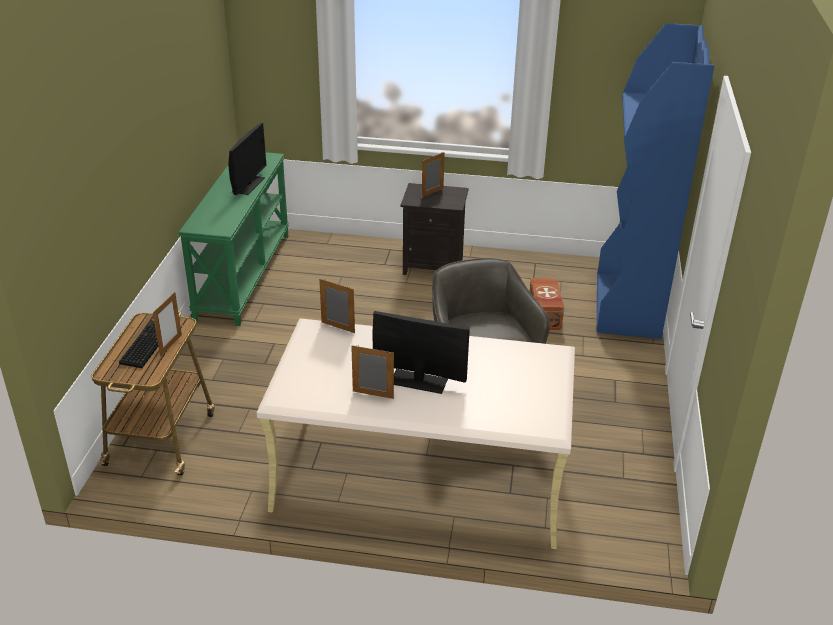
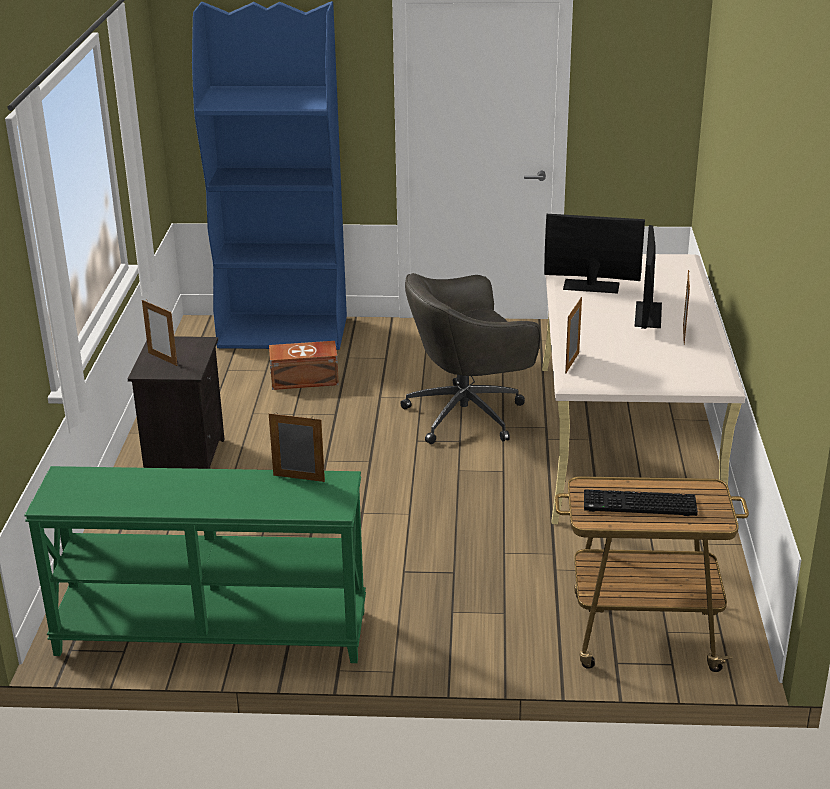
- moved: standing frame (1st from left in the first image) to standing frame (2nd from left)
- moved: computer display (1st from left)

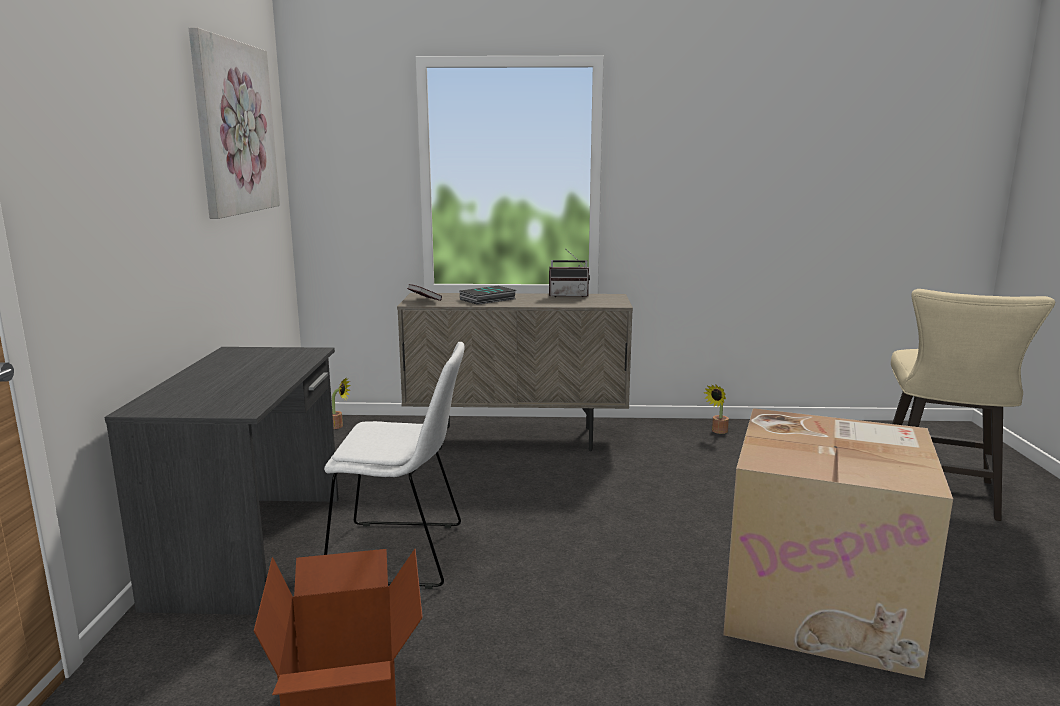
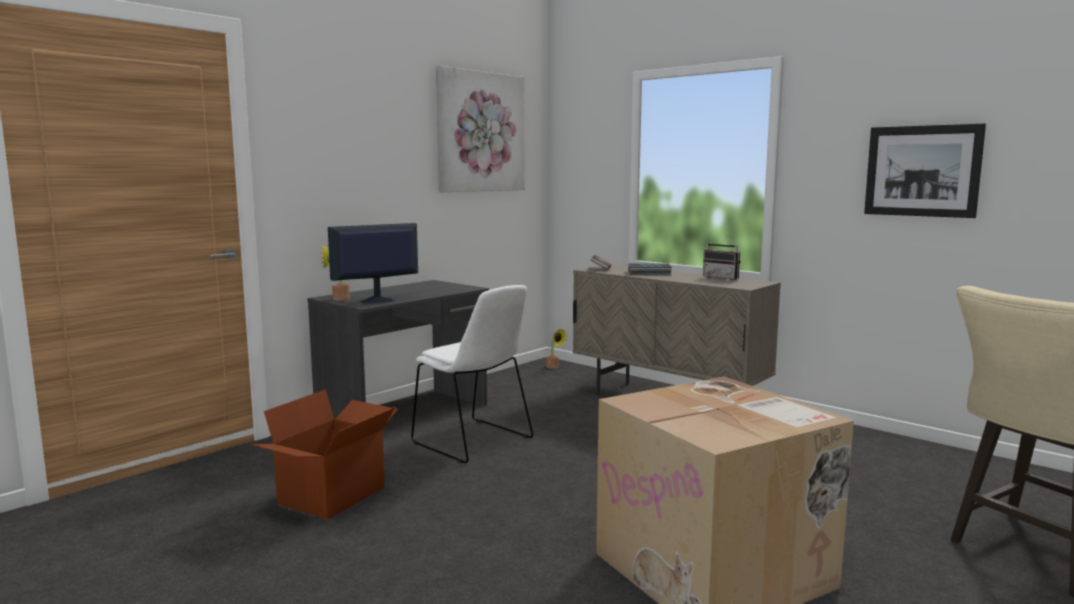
- added: computer display
- added: picture (2nd from left)
- moved: houseplant (2nd from left in the first image) to houseplant (1st from left)

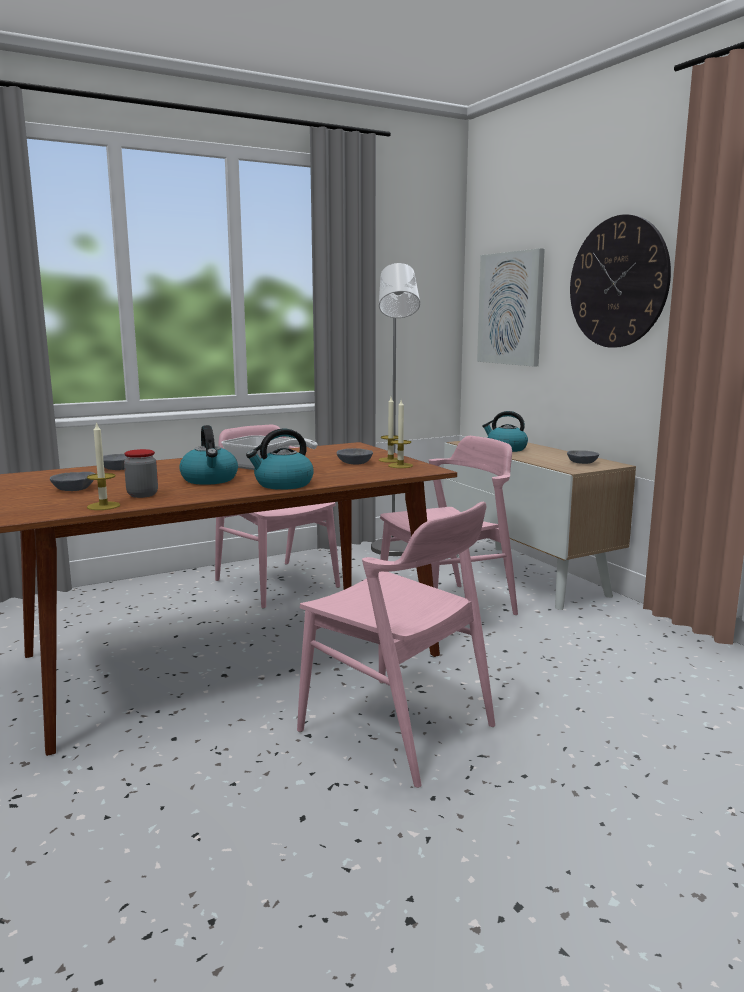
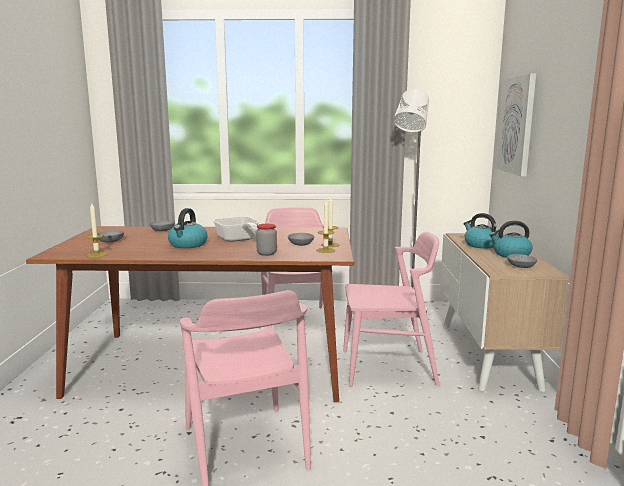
- removed: hanging clock
- moved: preserve jar
- moved: water kettle (2nd from left in the first image) to water kettle (3rd from left)

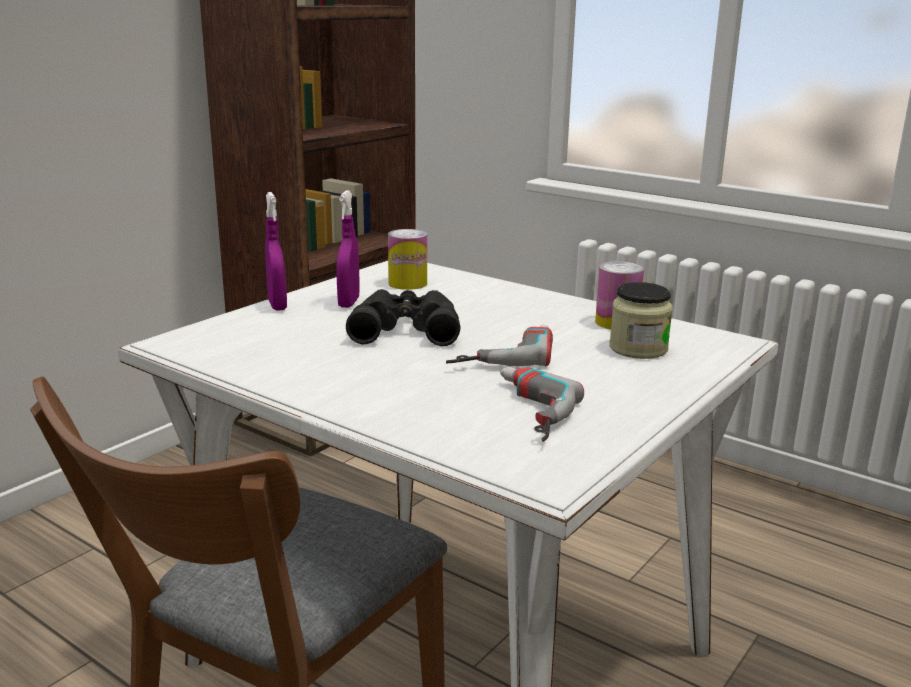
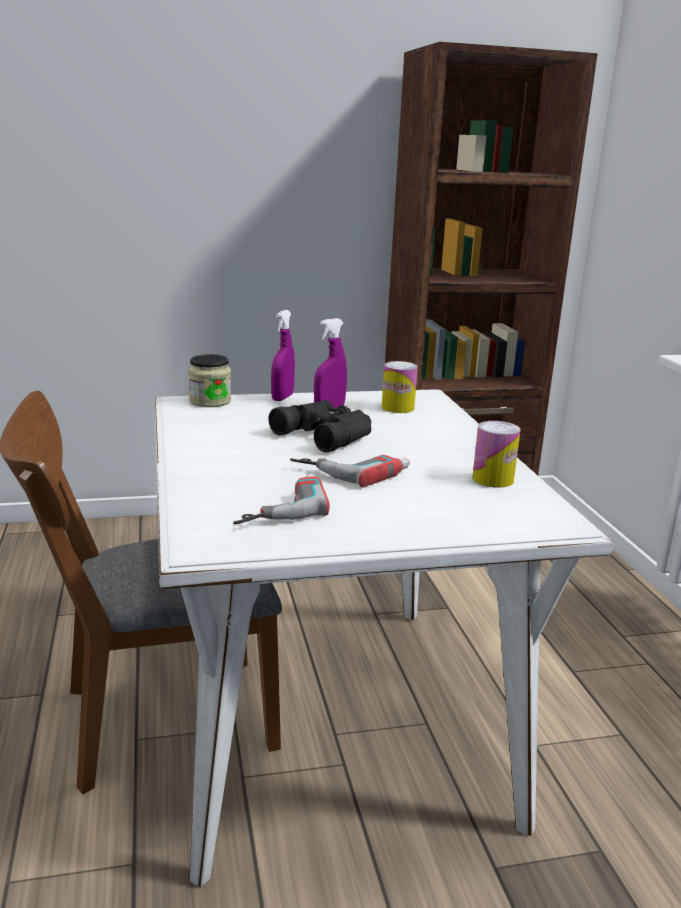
- moved: preserve jar

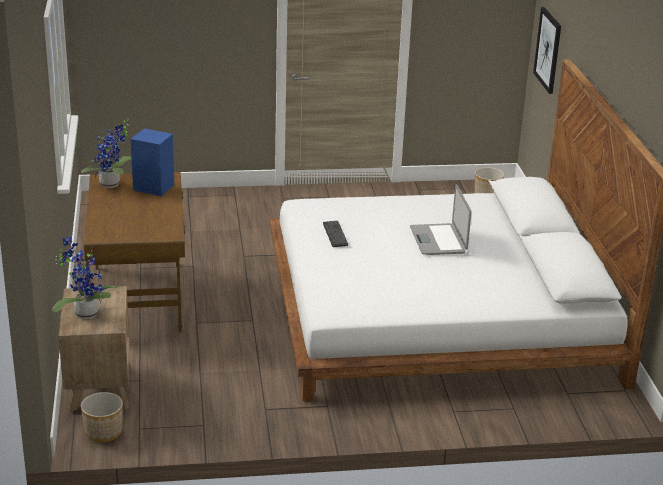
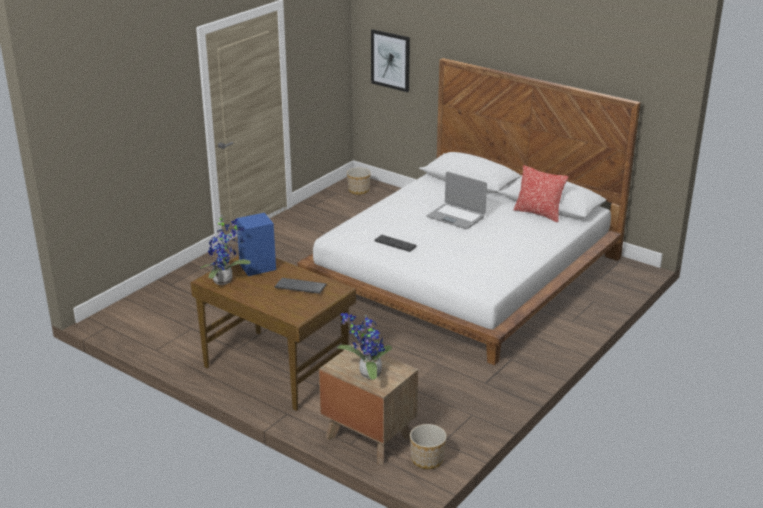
- added: keyboard (1st from left)
- added: cushion

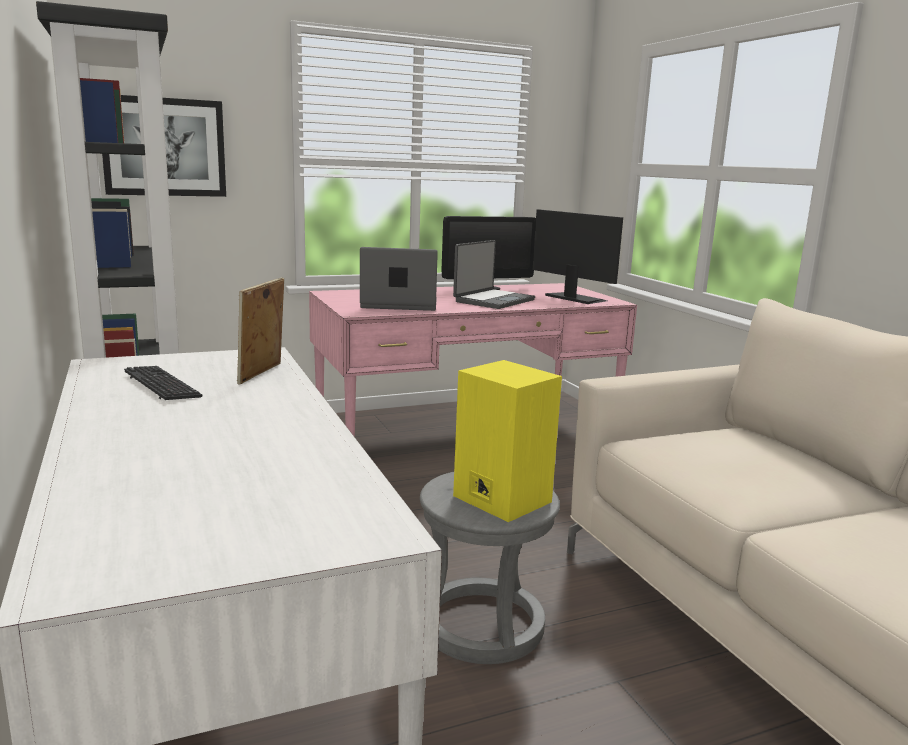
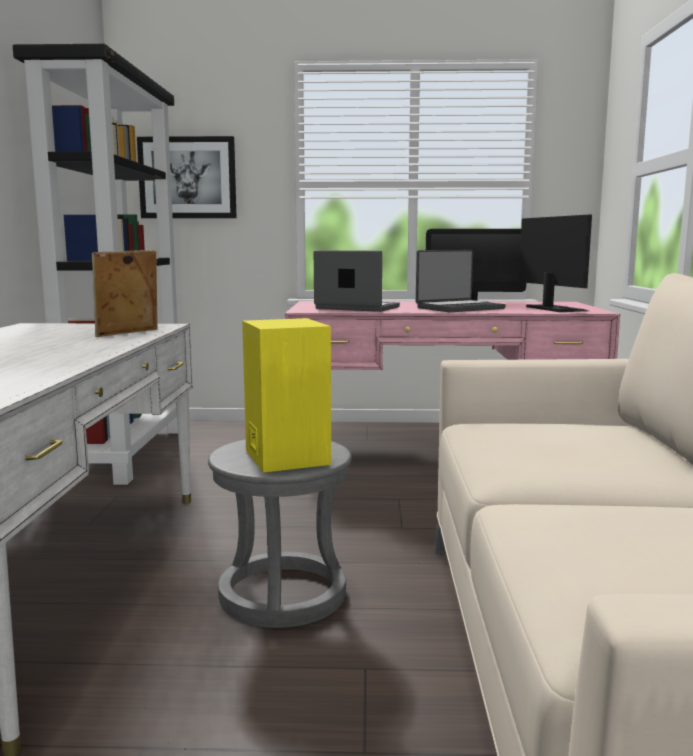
- removed: keyboard

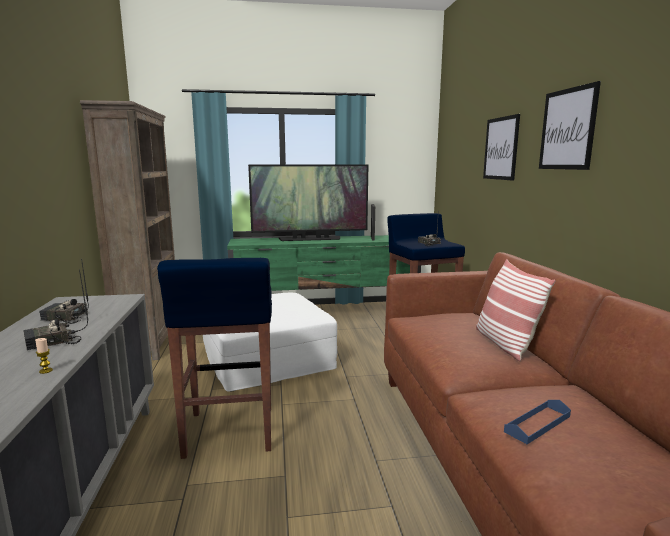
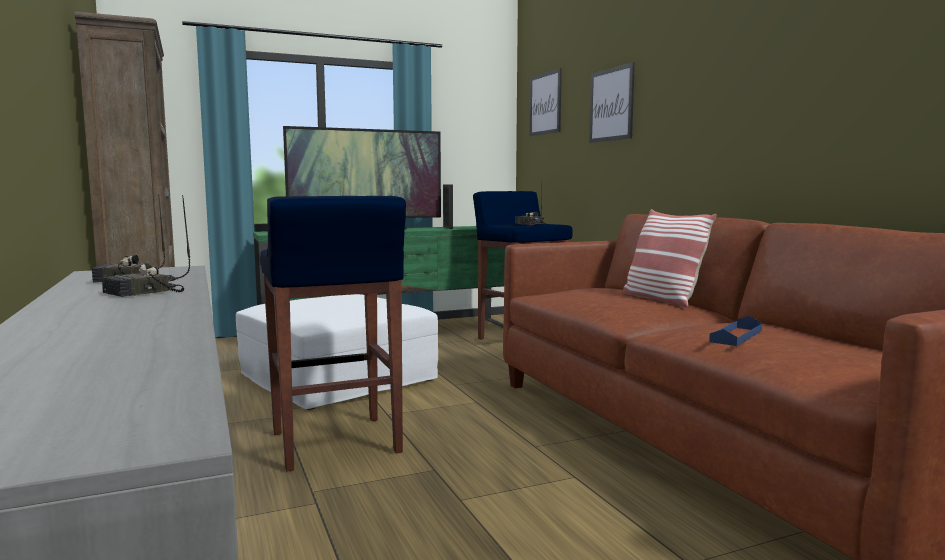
- removed: wax light
- moved: picture (2nd from left in the first image) to picture (1st from left)

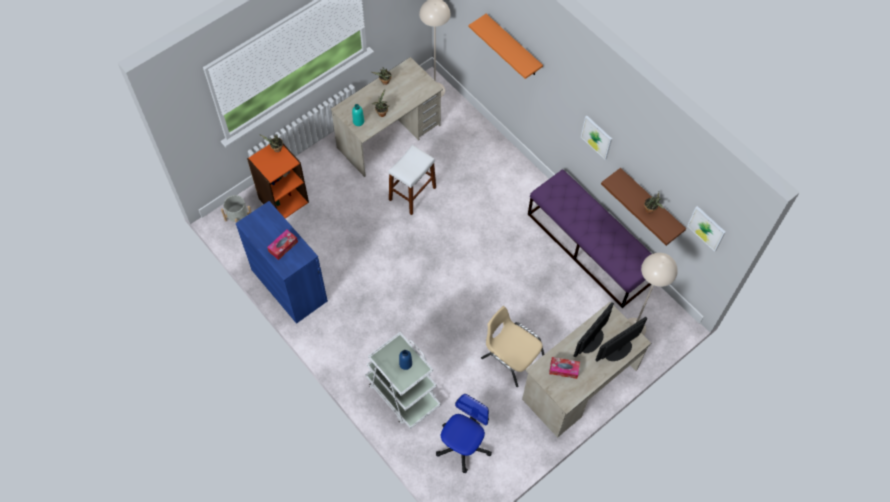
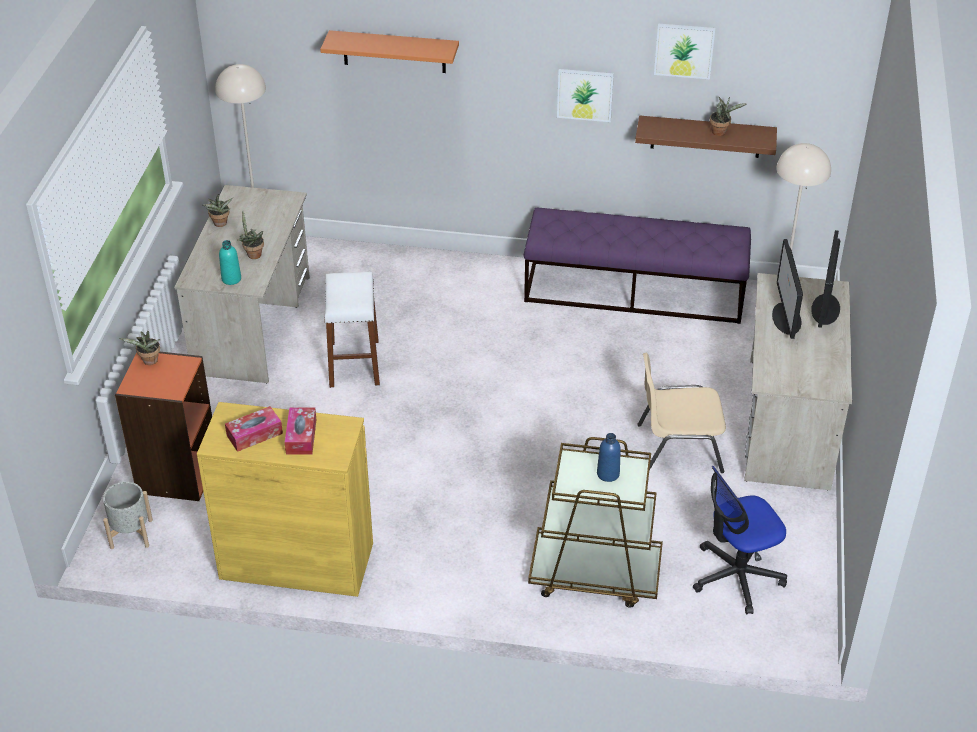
- moved: box of tissues (2nd from left in the first image) to box of tissues (1st from left)
- moved: picture (2nd from left)
- recoloured: bluish storage cabinet to yellow storage cabinet
- recoloured: whitish cart to brown-coloured cart
- turned: office chair 105 degrees counterclockwise

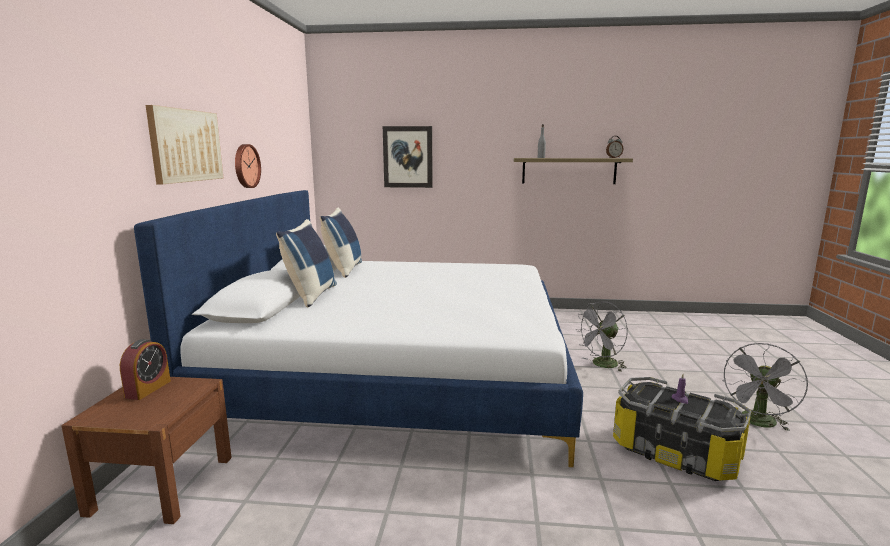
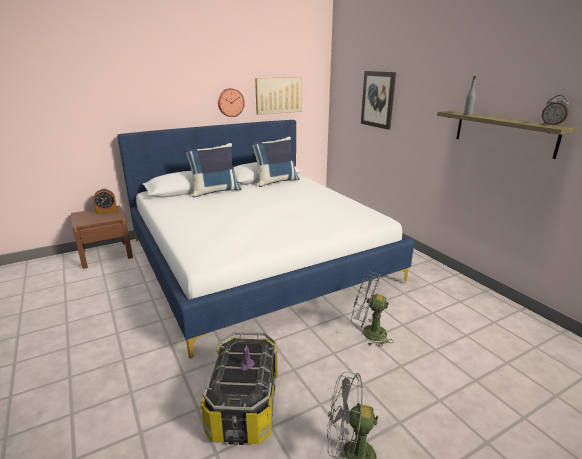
- moved: picture (1st from left)

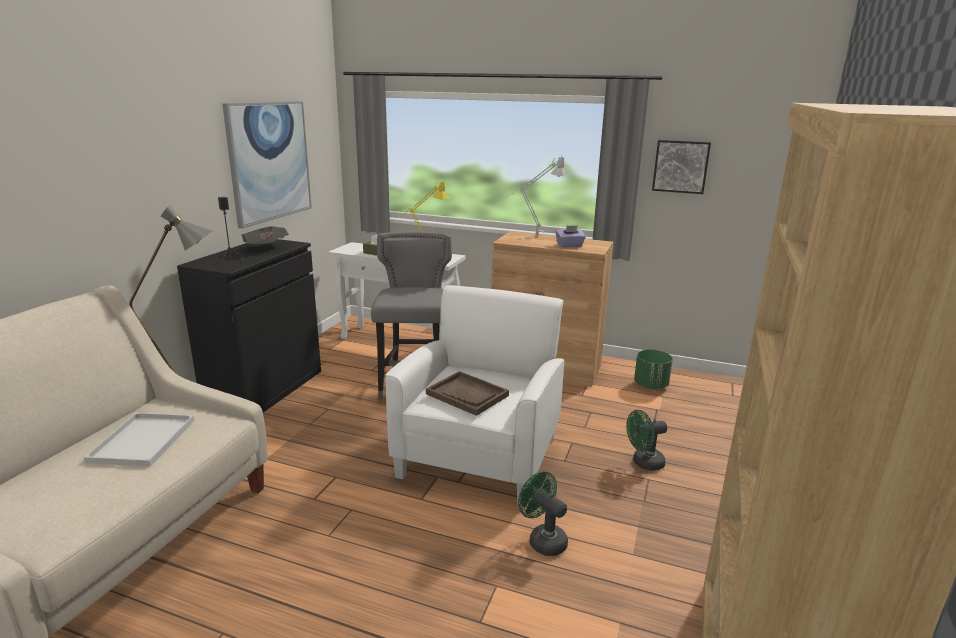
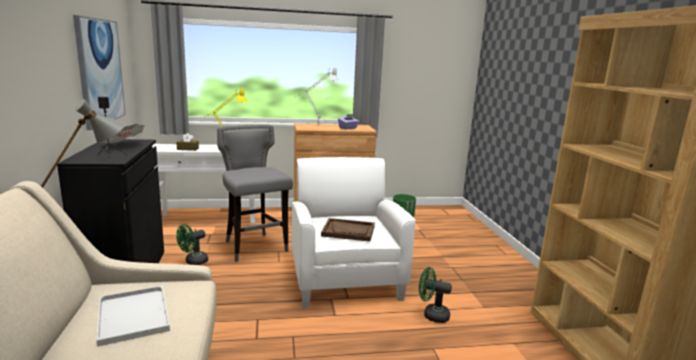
- removed: picture (2nd from left)
- moved: green cooling fan (2nd from left in the first image) to green cooling fan (1st from left)

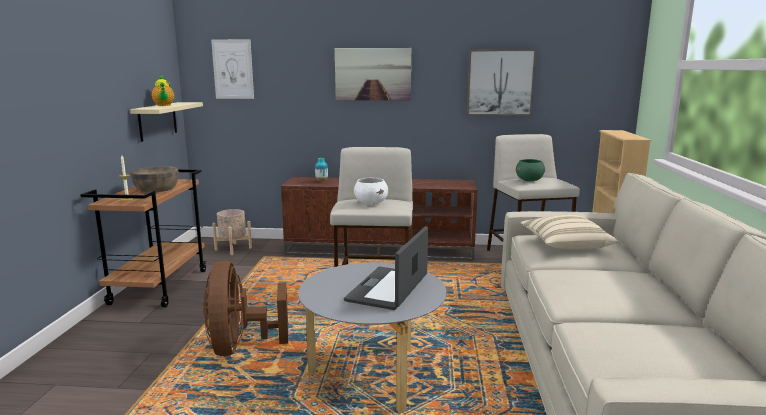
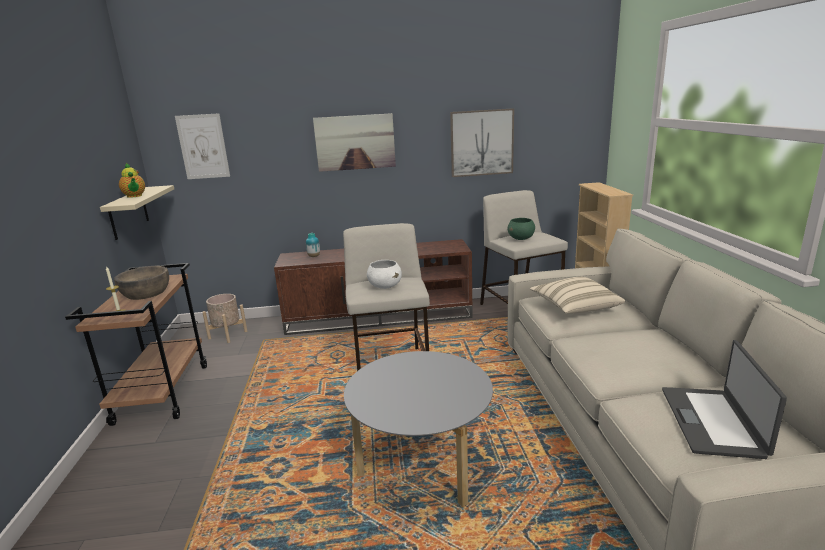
- removed: brown-coloured cooling fan
- moved: notebook computer

